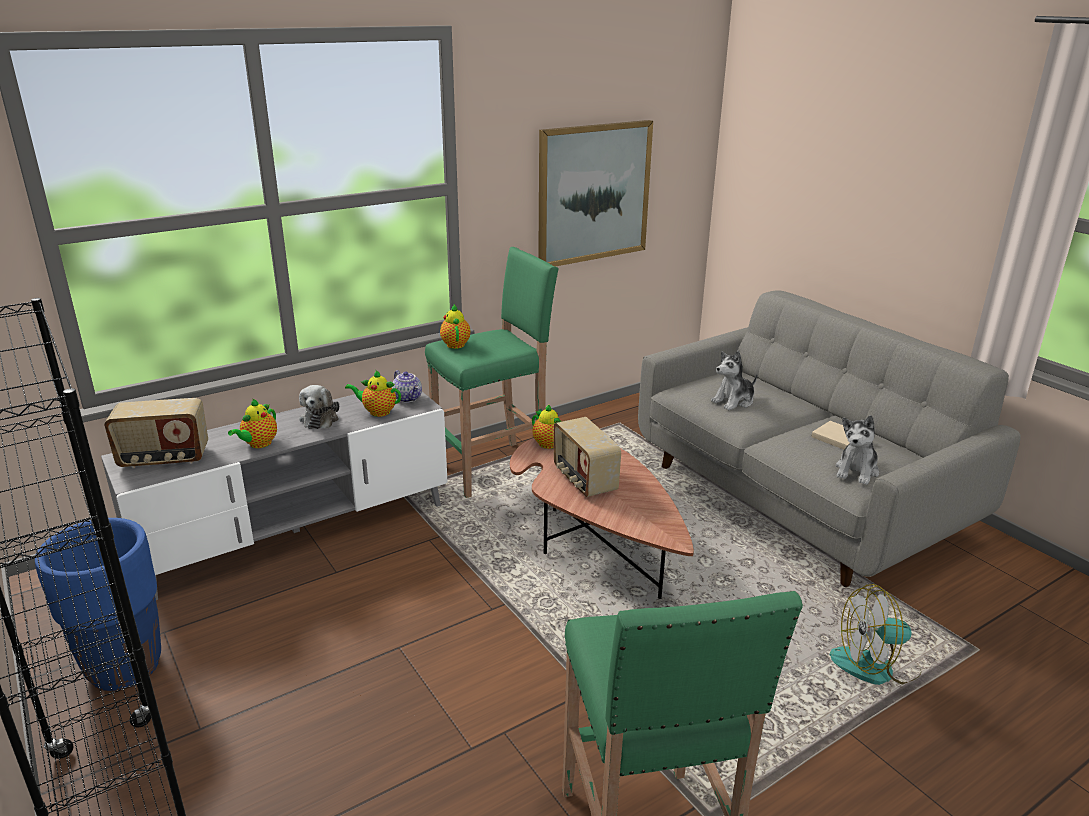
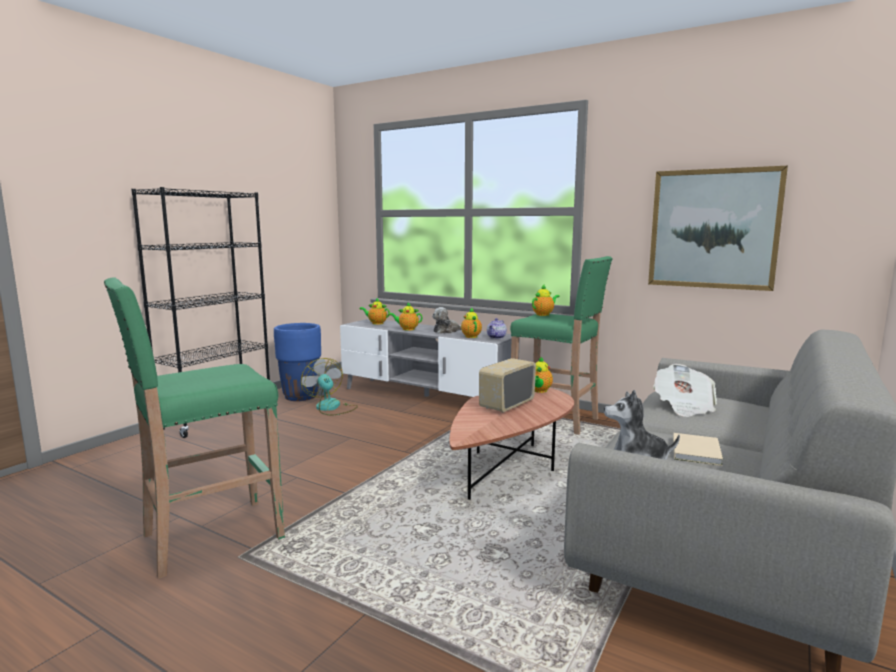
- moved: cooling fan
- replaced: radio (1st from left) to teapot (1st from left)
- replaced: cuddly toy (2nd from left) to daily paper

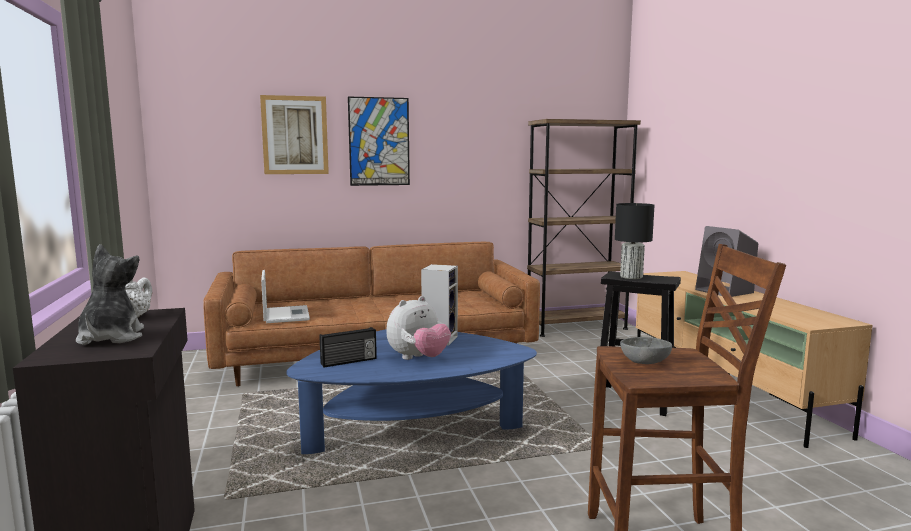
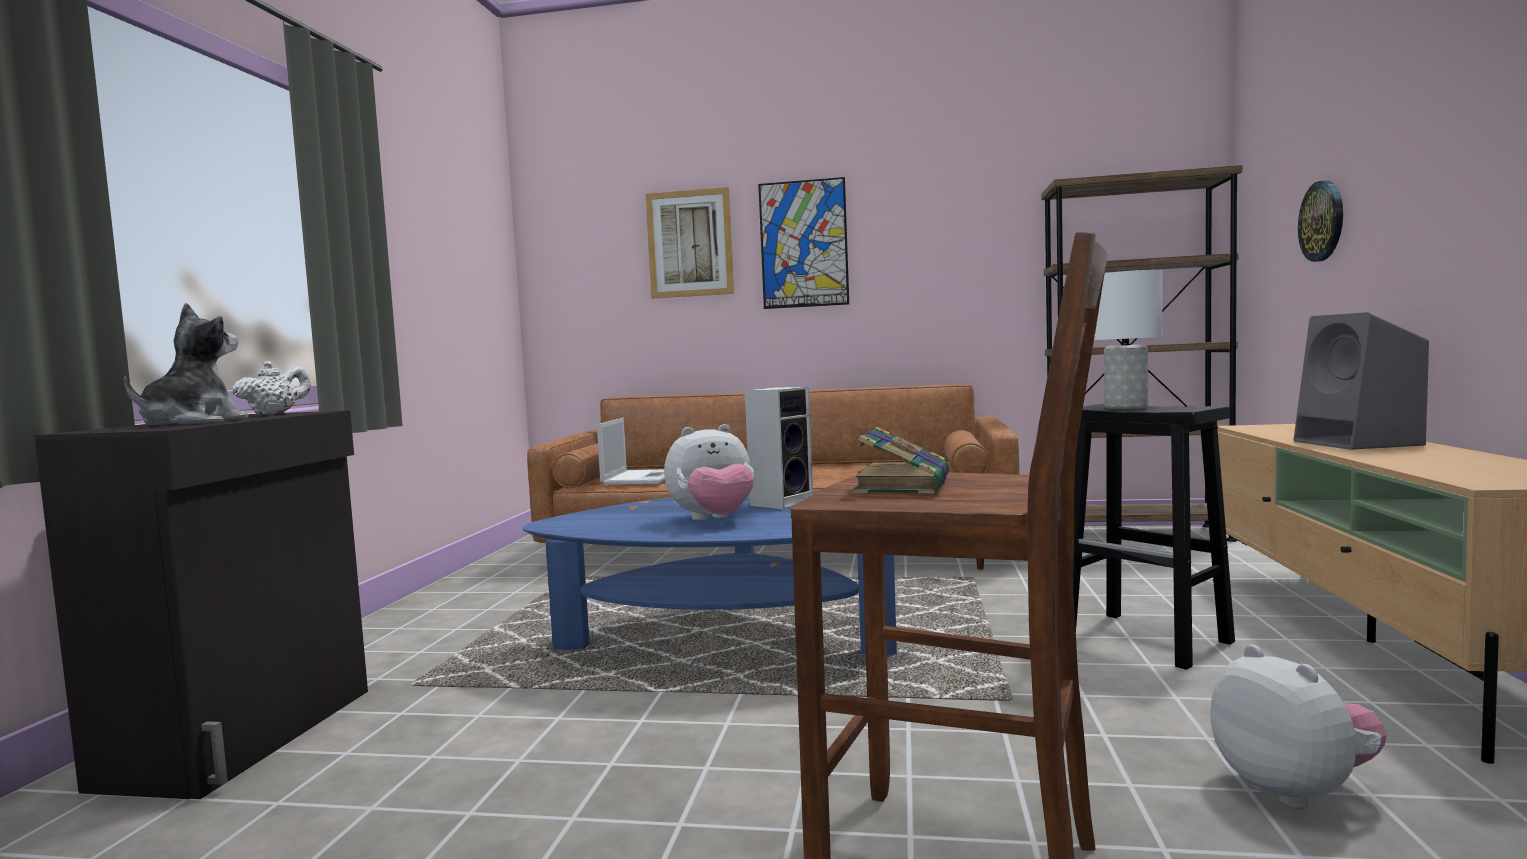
- removed: radio
- added: cuddly toy (3rd from left)
- added: hanging clock
- replaced: gray serving bowl to book
- recoloured: black-coloured tabletop lamp to whitish tabletop lamp

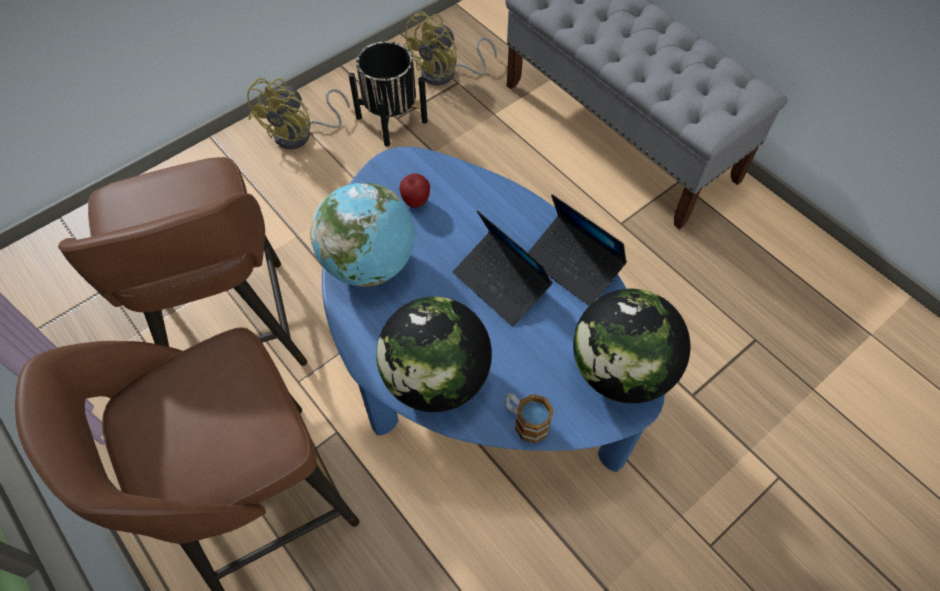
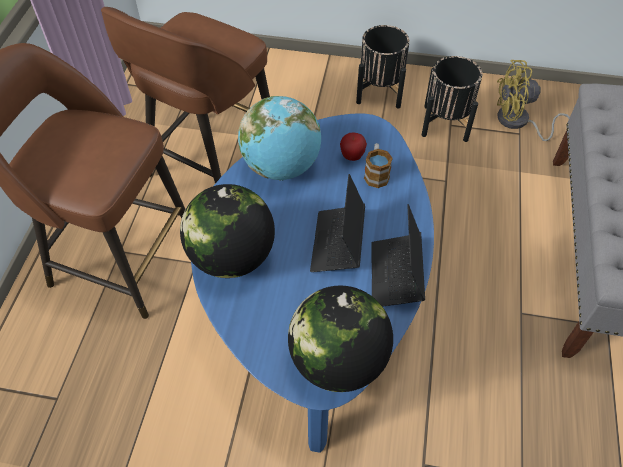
- moved: tea mug
- replaced: yellow cooling fan (1st from left) to black-coloured flower pot (1st from left)

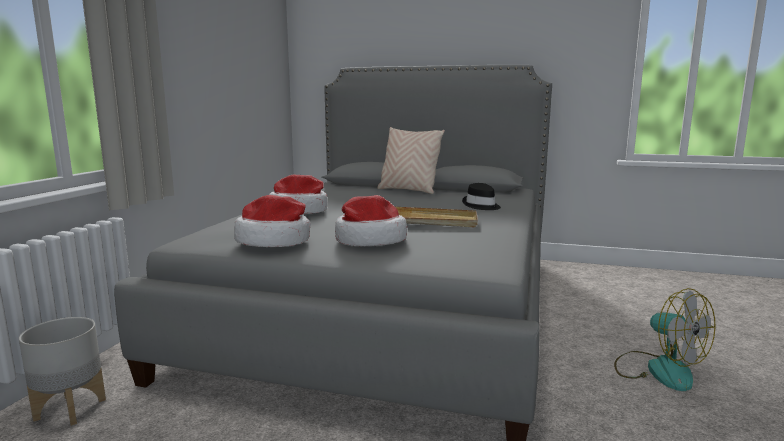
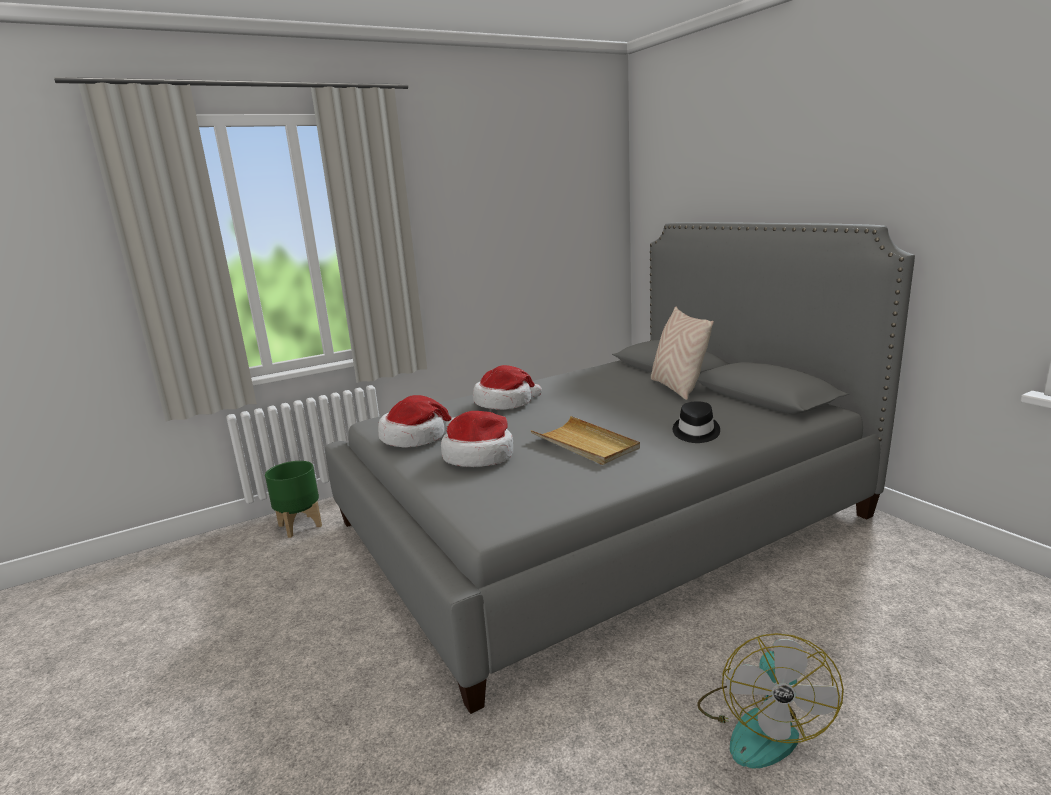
- recoloured: gray flower pot to green flower pot

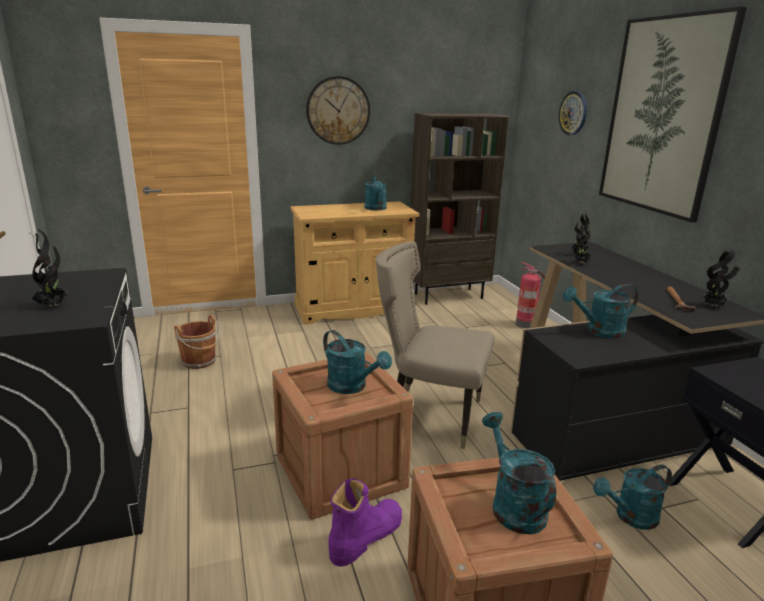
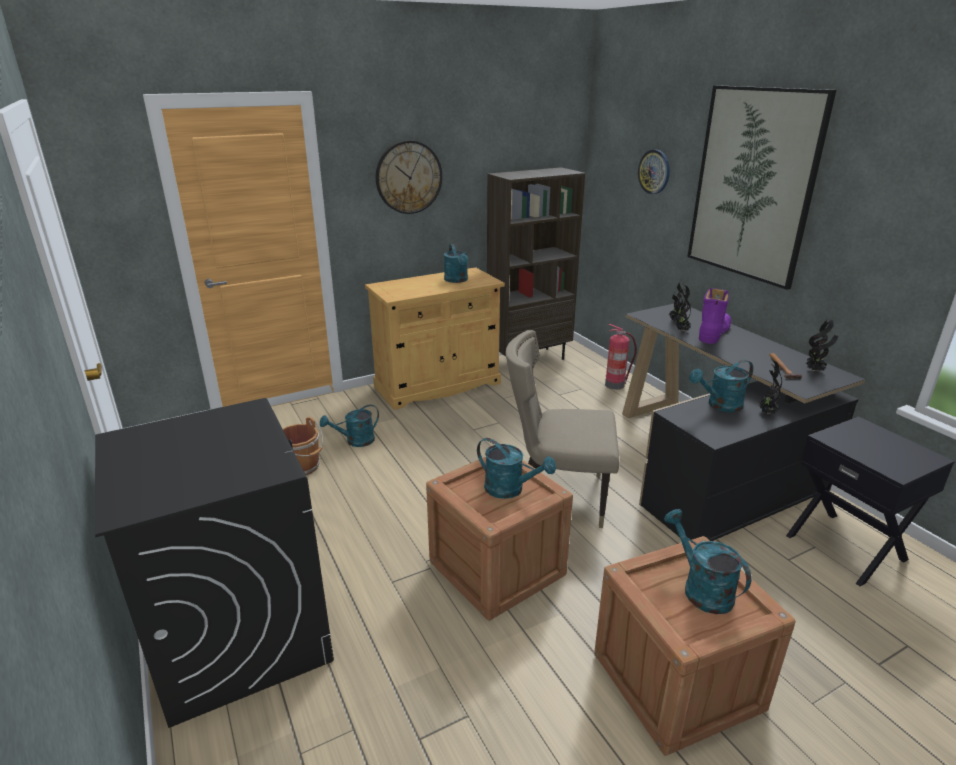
- moved: houseplant (1st from left in the first image) to houseplant (3rd from left)
- moved: purple-coloured tall boot
- moved: blue-green watering pot (5th from left in the first image) to blue-green watering pot (1st from left)

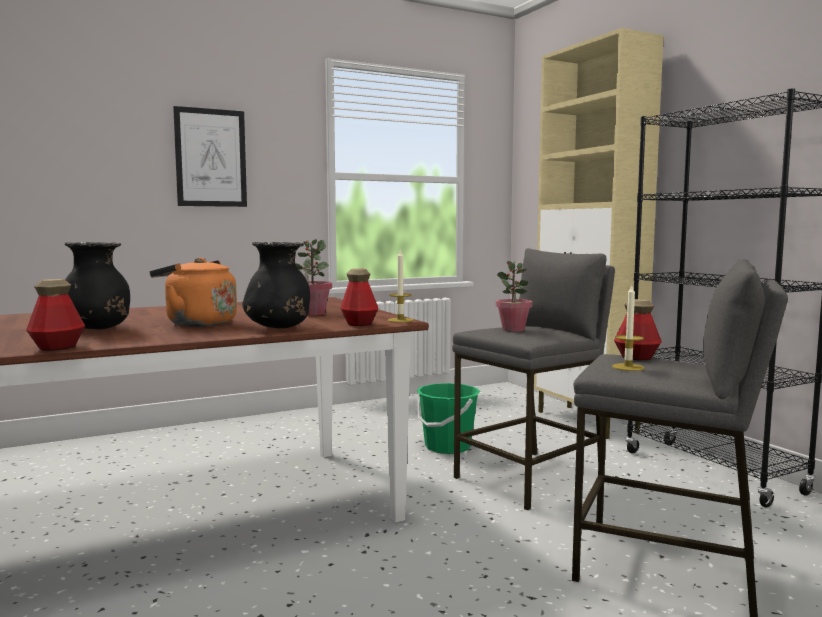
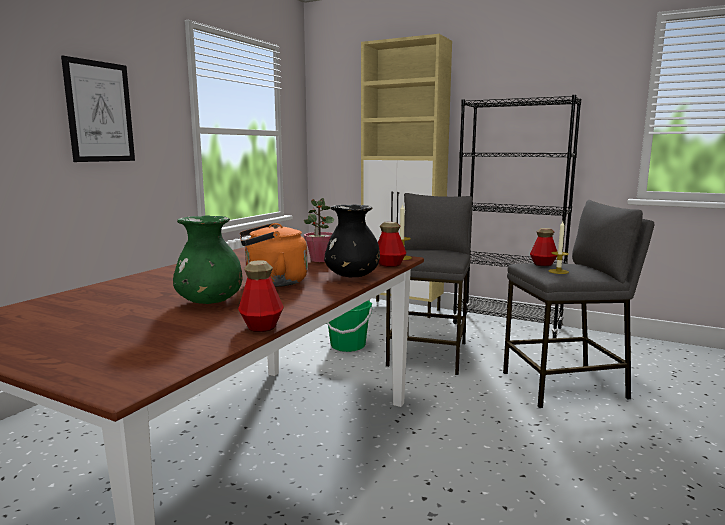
- removed: houseplant (2nd from left)
- recoloured: black-coloured decorative vase (1st from left) to green decorative vase

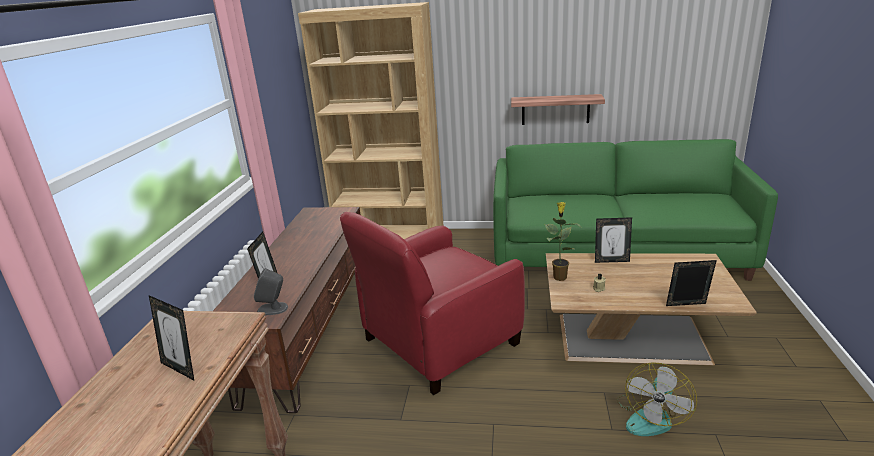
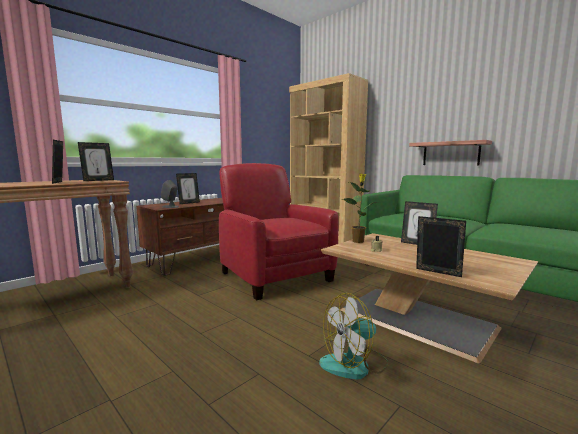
- added: standing frame (2nd from left)
- turned: red-coloured easy chair 60 degrees clockwise

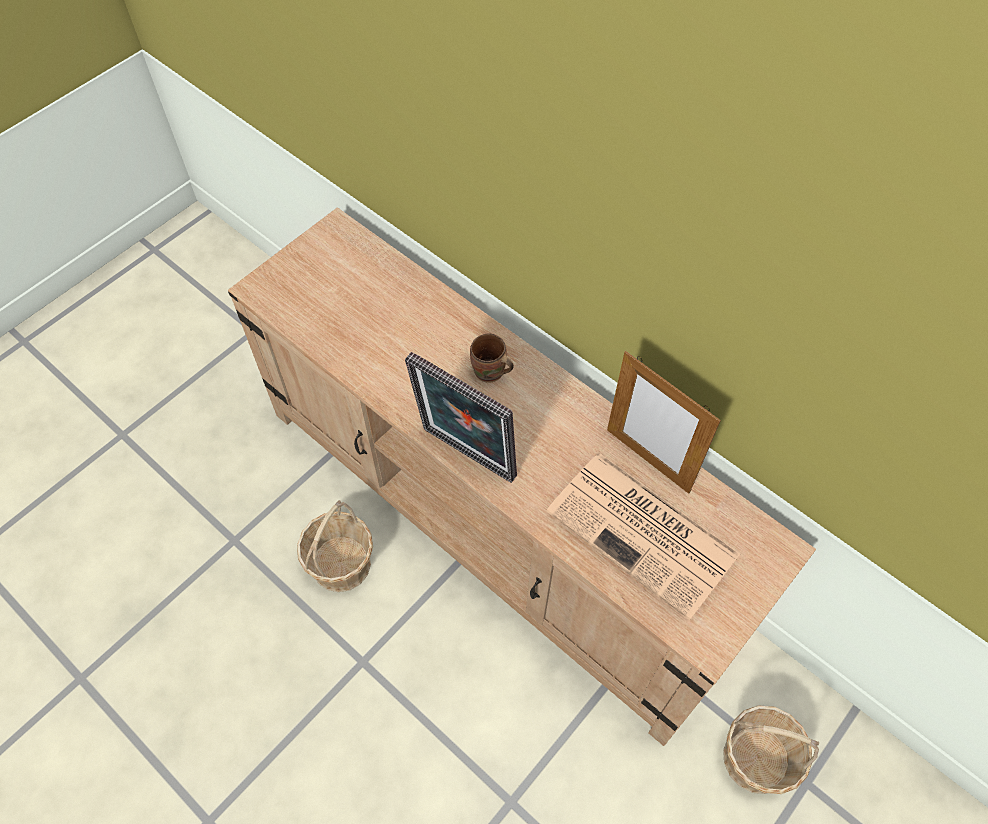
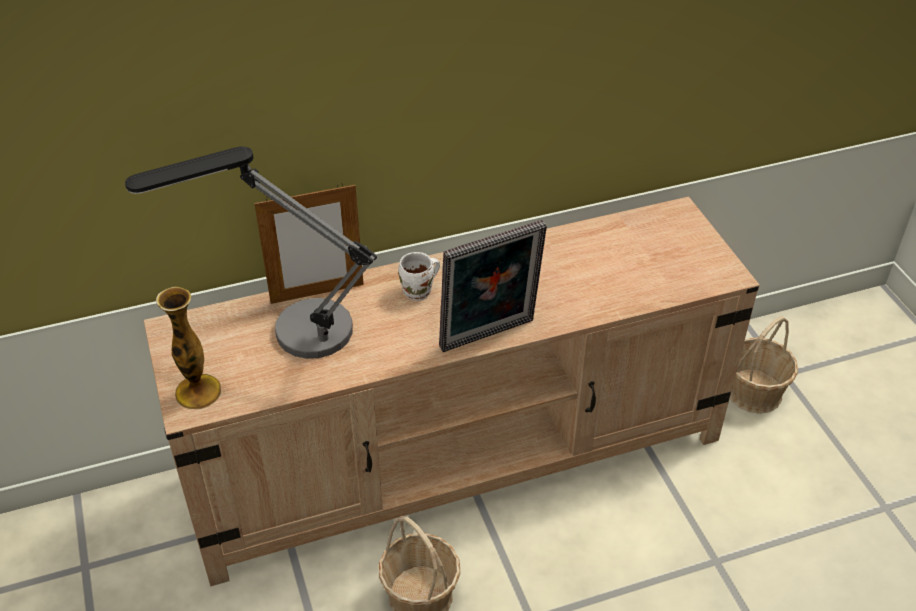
- removed: daily paper
- added: tabletop lamp
- added: decorative vase
- moved: standing frame (2nd from left in the first image) to standing frame (1st from left)
- recoloured: brown-coloured tea mug to whitish tea mug

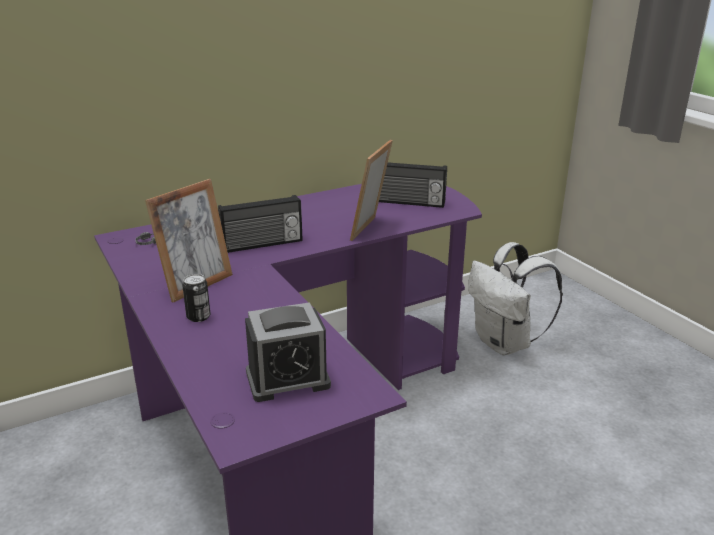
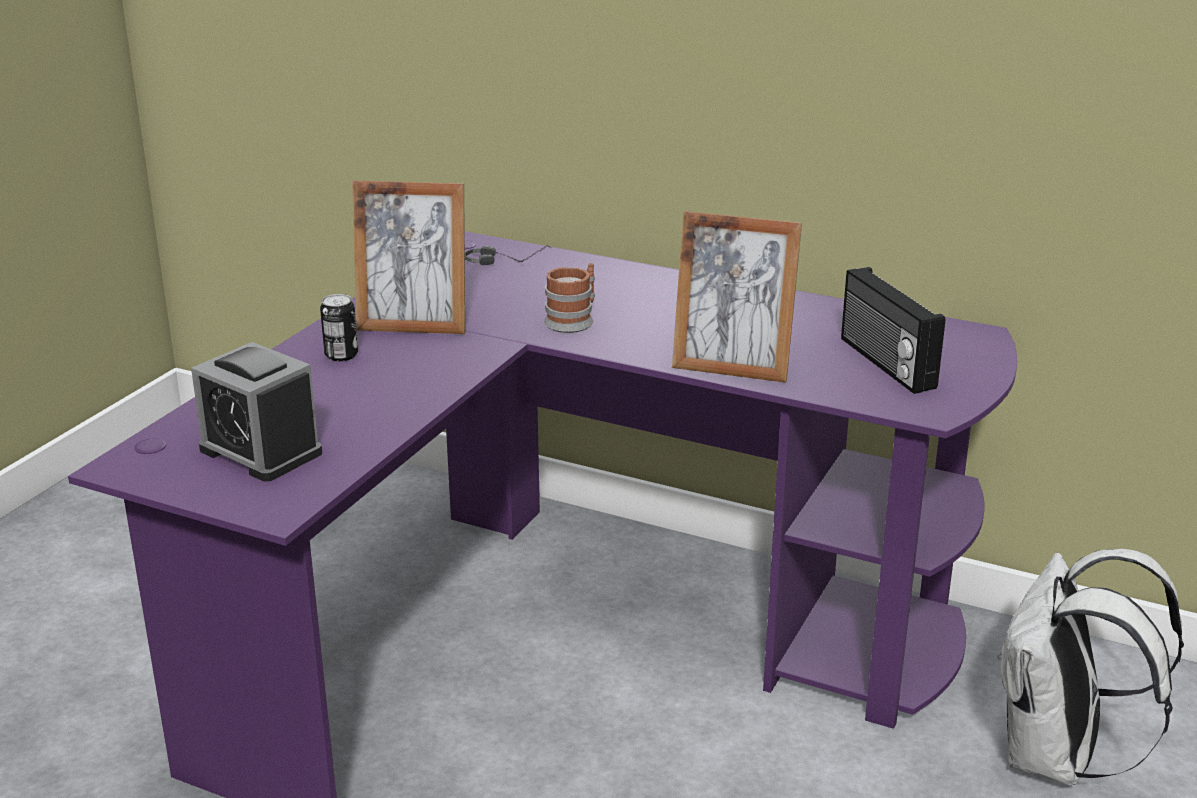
- replaced: radio (1st from left) to tea mug
- turned: standing frame (2nd from left) 150 degrees counterclockwise

